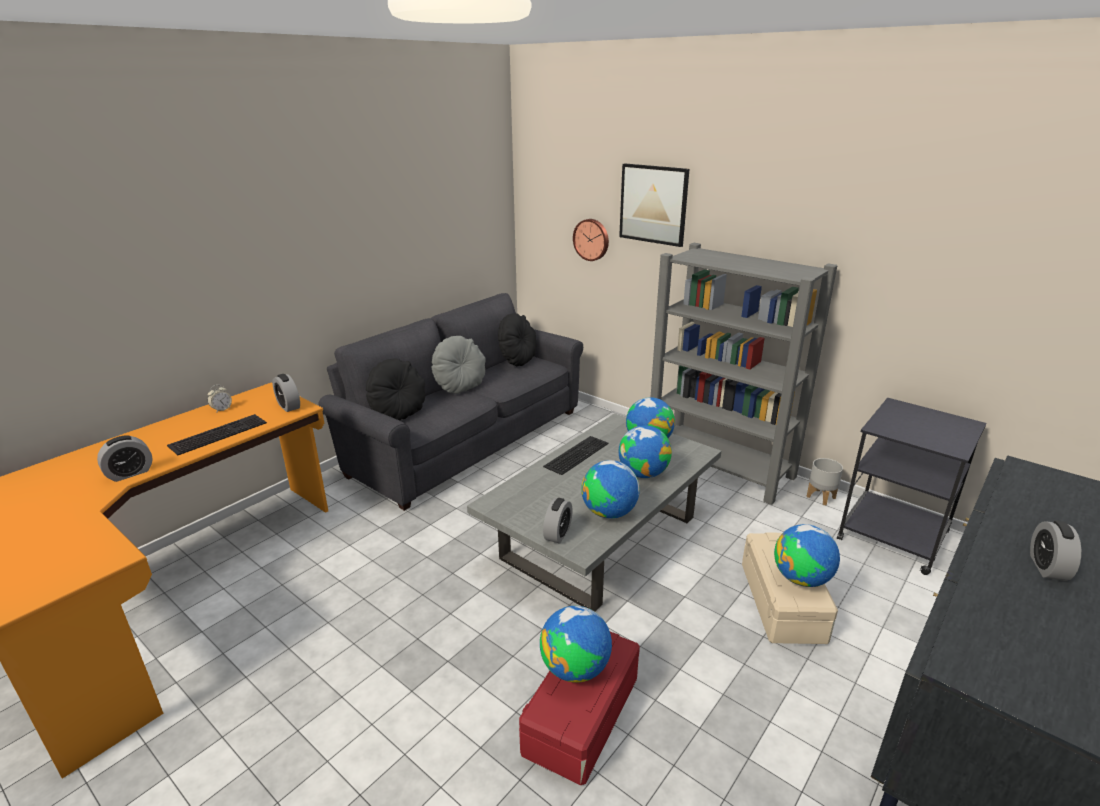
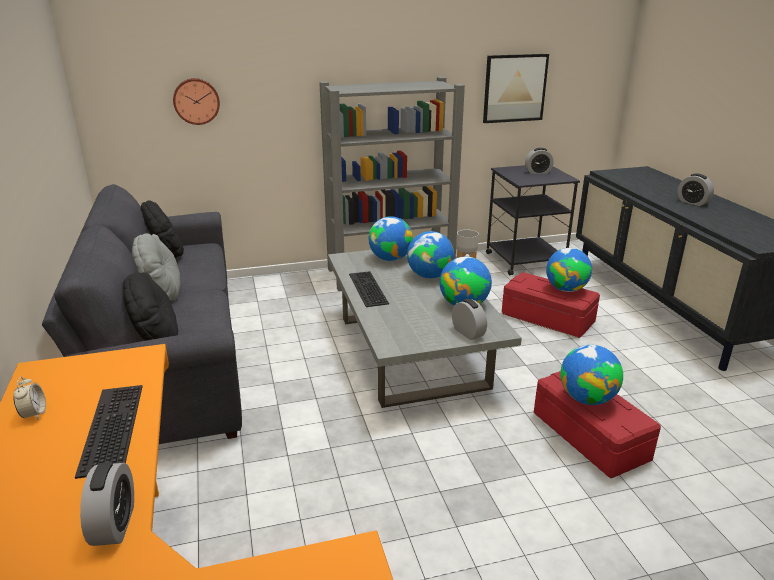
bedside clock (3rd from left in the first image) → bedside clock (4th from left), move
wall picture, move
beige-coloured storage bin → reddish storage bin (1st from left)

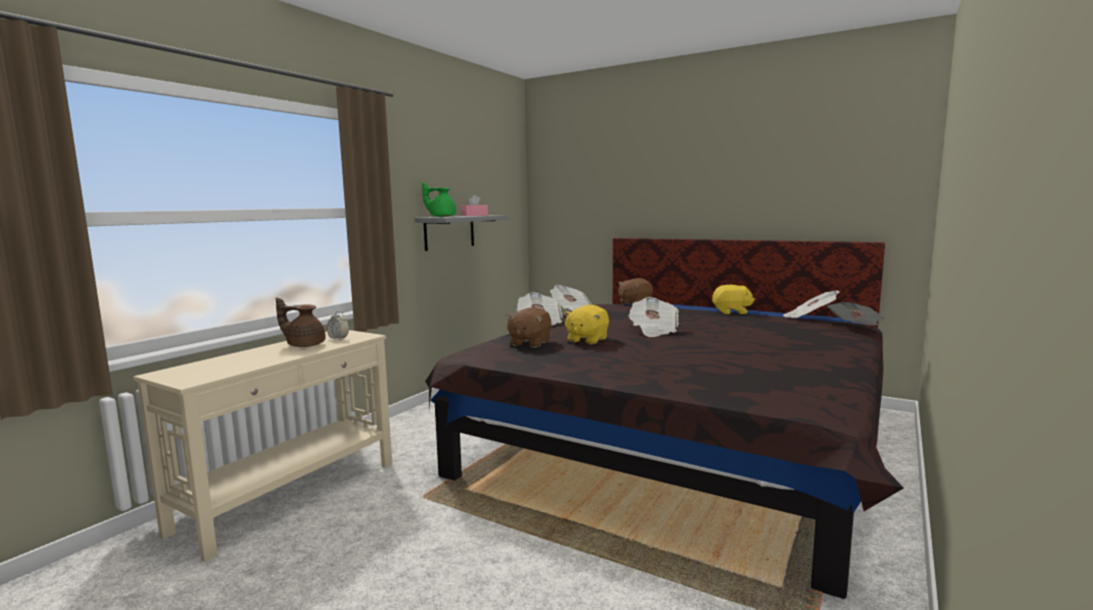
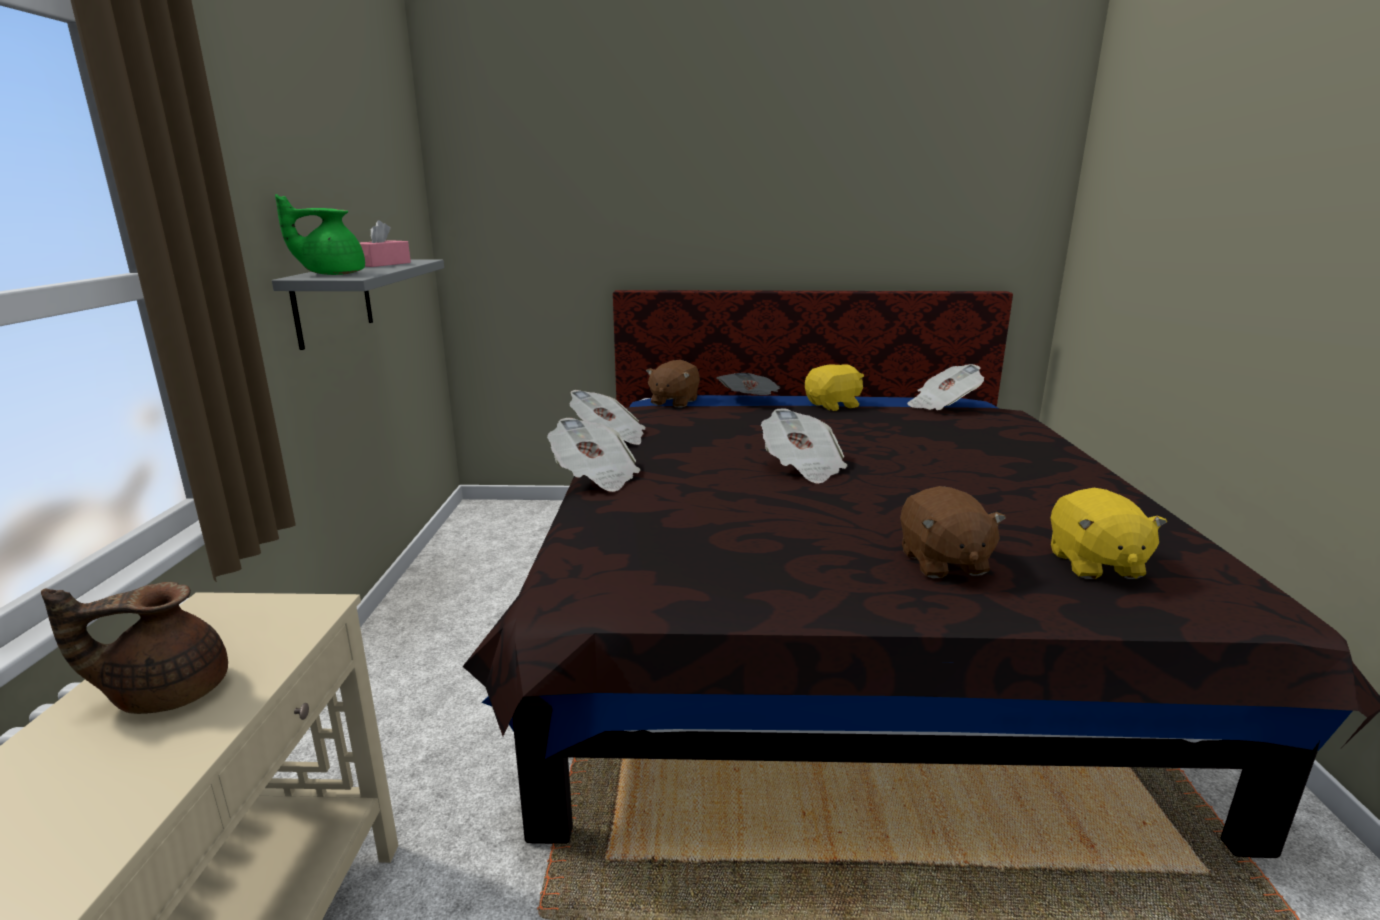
bedside clock → -
brown plush toy (1st from left in the first image) → brown plush toy (2nd from left), move
yellow plush toy (1st from left in the first image) → yellow plush toy (2nd from left), move
printed paper (5th from left in the first image) → printed paper (3rd from left), move

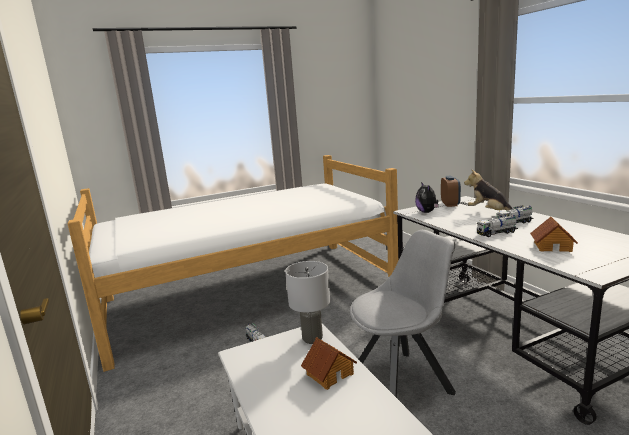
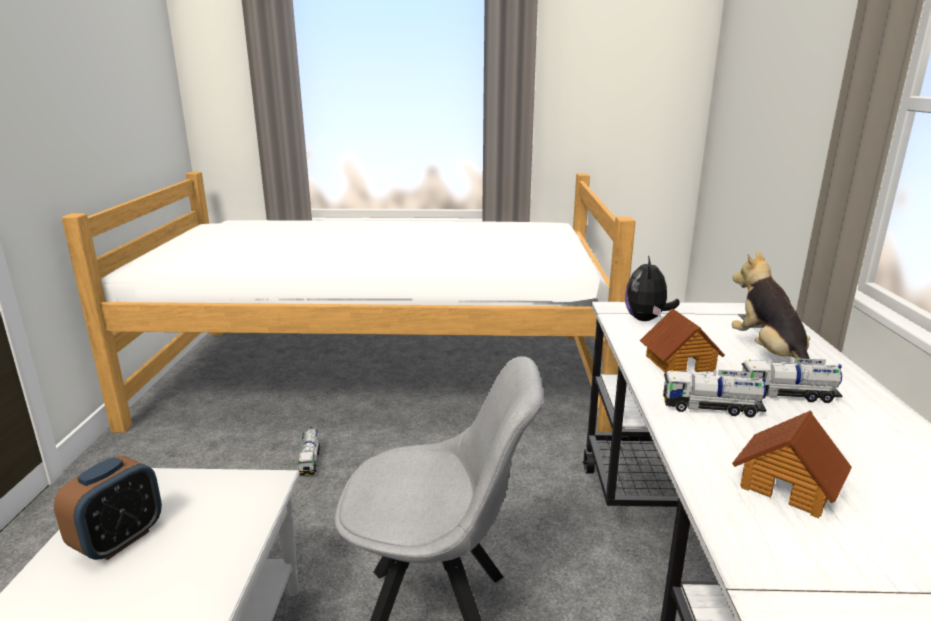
white-coloured tabletop lamp → -
toy house (1st from left), move
bedside clock, move

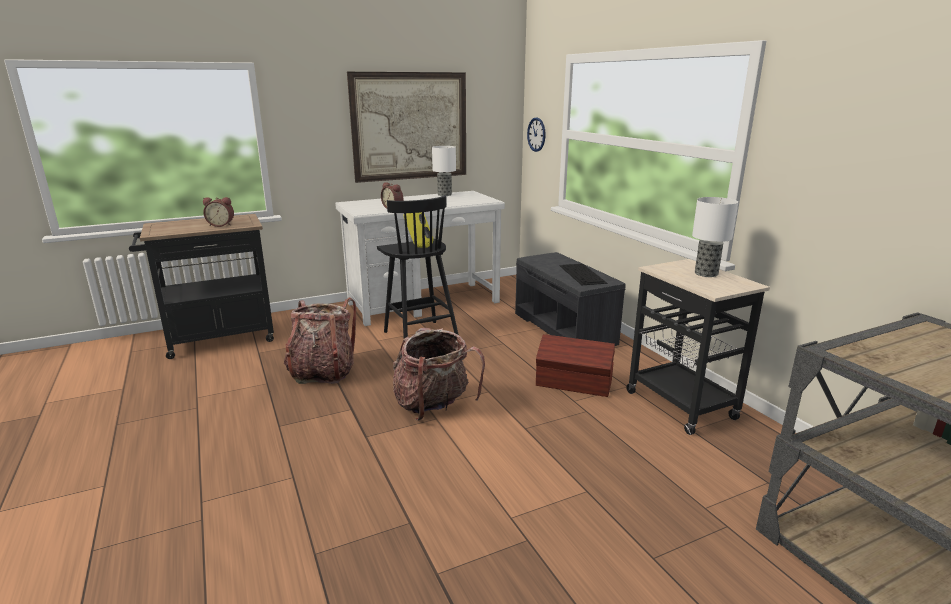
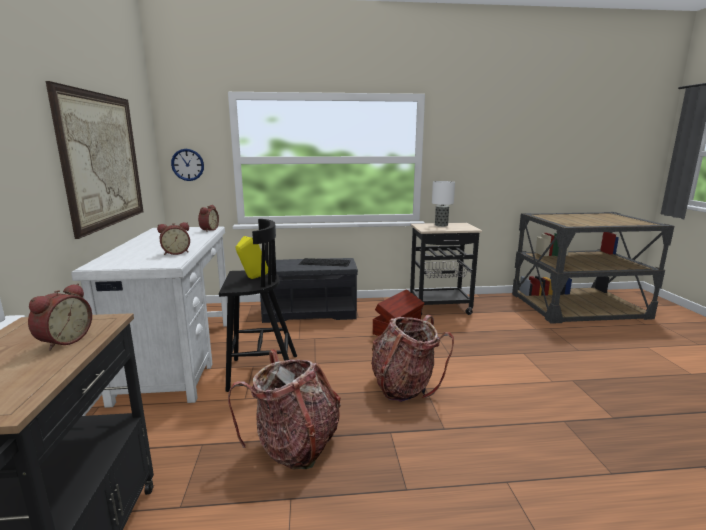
tabletop lamp (1st from left) → -
- → bedside clock (3rd from left)

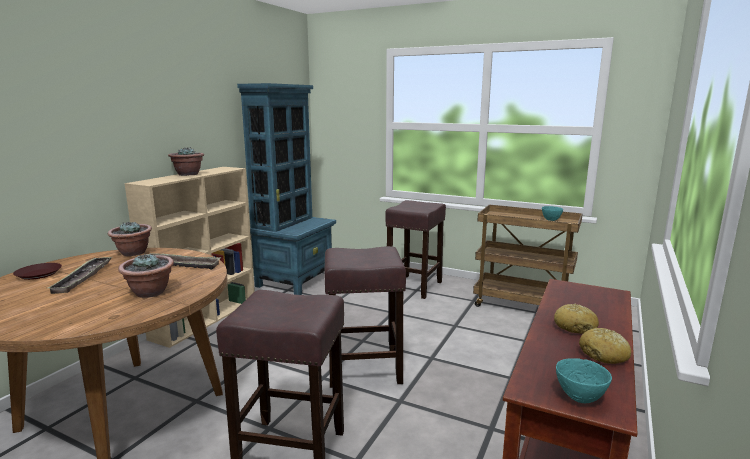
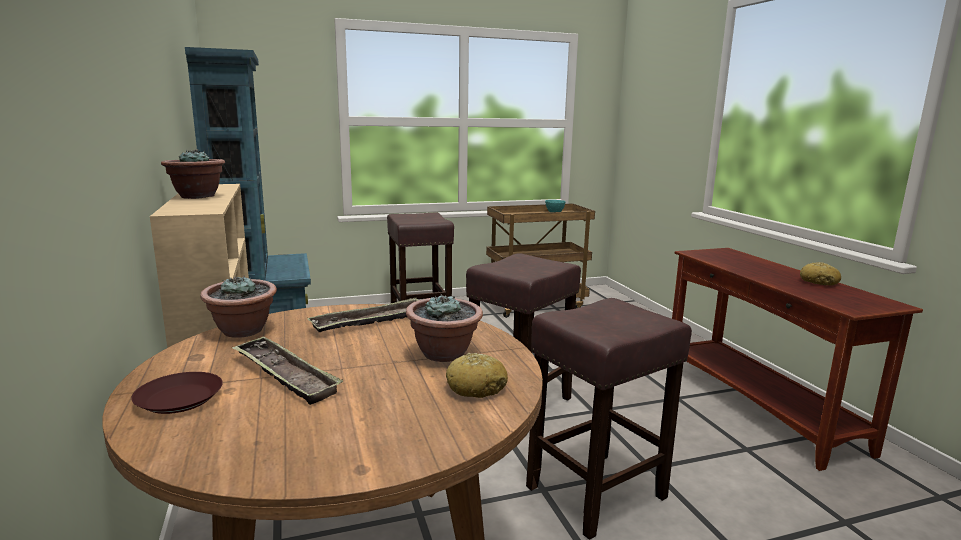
blue-green deep dish (2nd from left) → -
bakery bread (1st from left), move

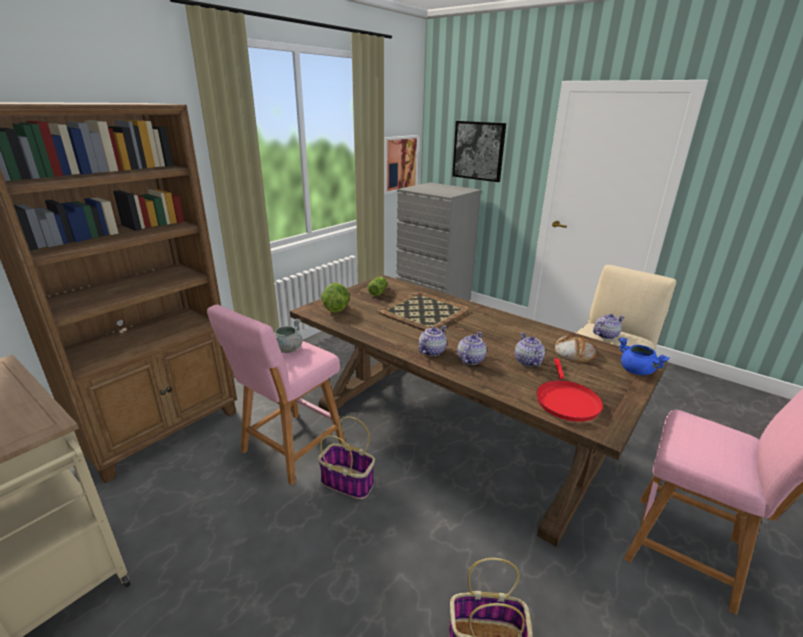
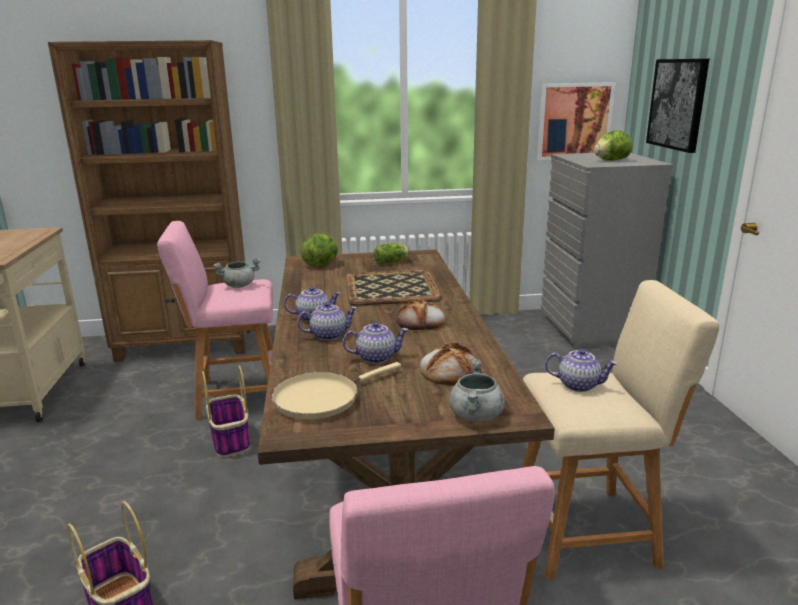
- → bakery bread (1st from left)
- → lettuce (3rd from left)
reddish frying pan → beige-coloured frying pan
blue saucepot → grey saucepot (2nd from left)
pot for tea (3rd from left), 45 degrees clockwise

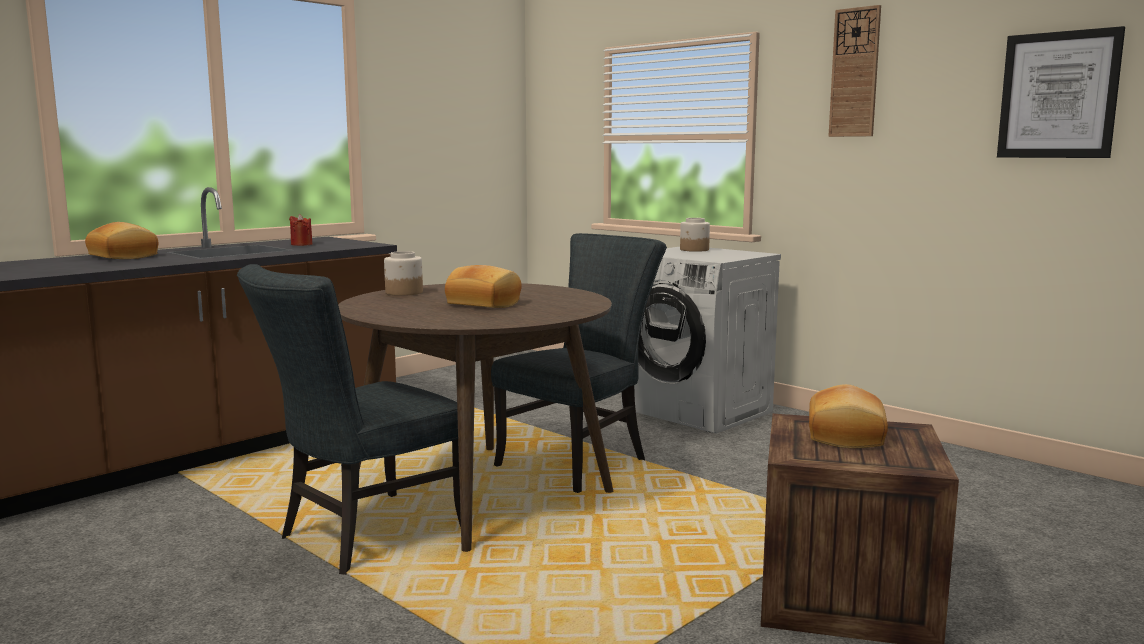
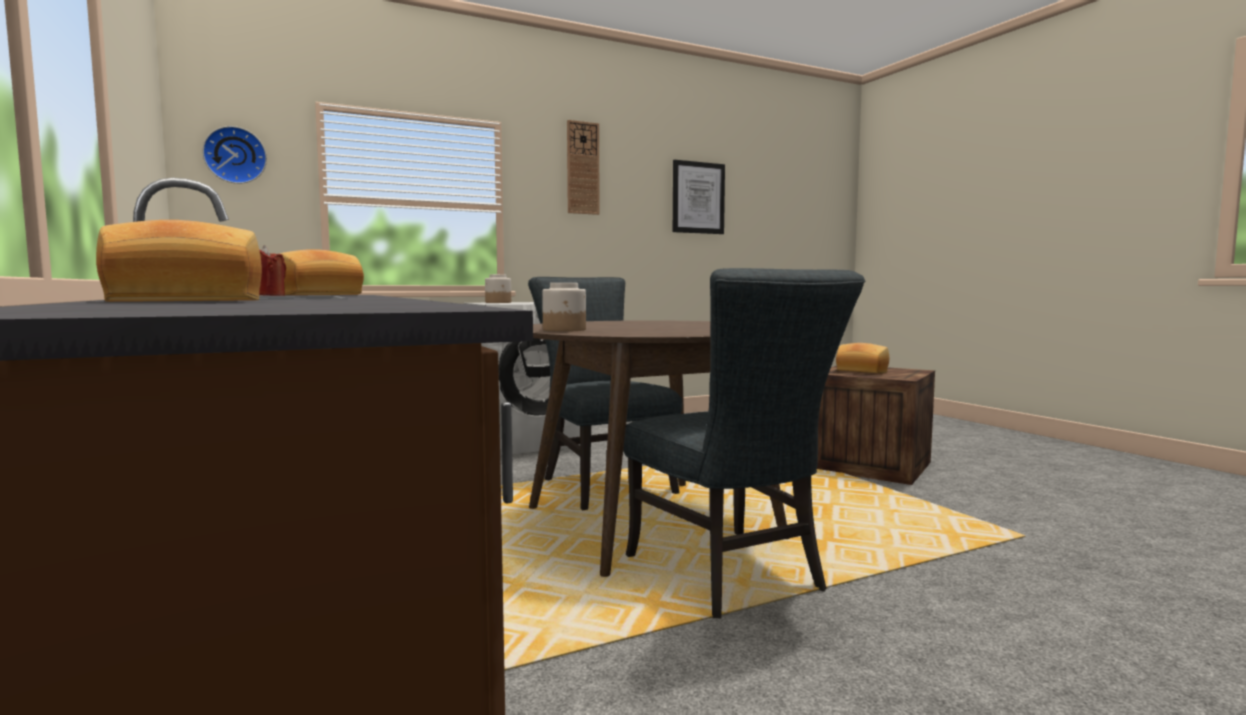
- → wall clock (1st from left)
bakery bread (2nd from left), move

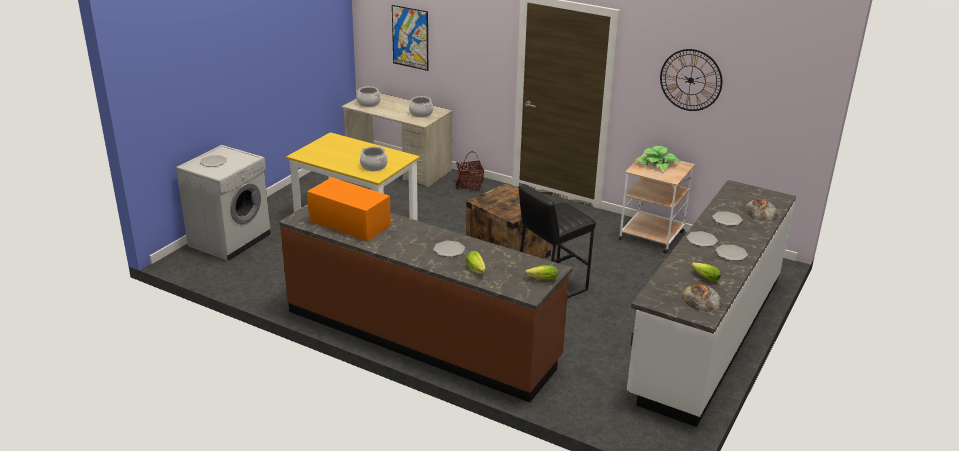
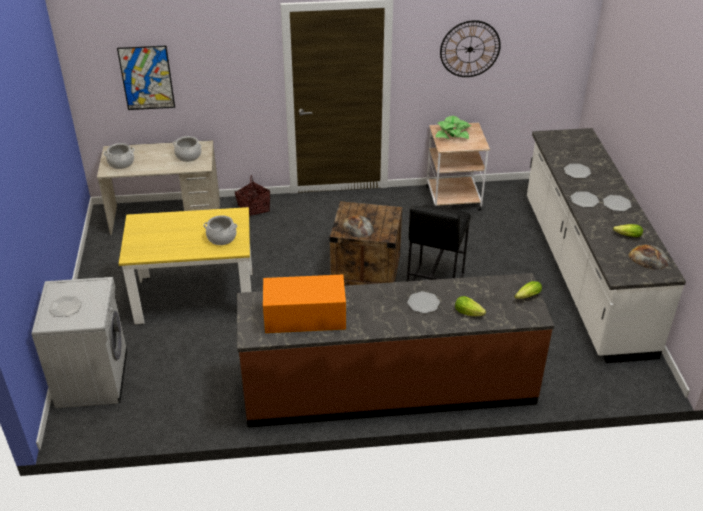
bakery bread (2nd from left in the first image) → bakery bread (1st from left), move

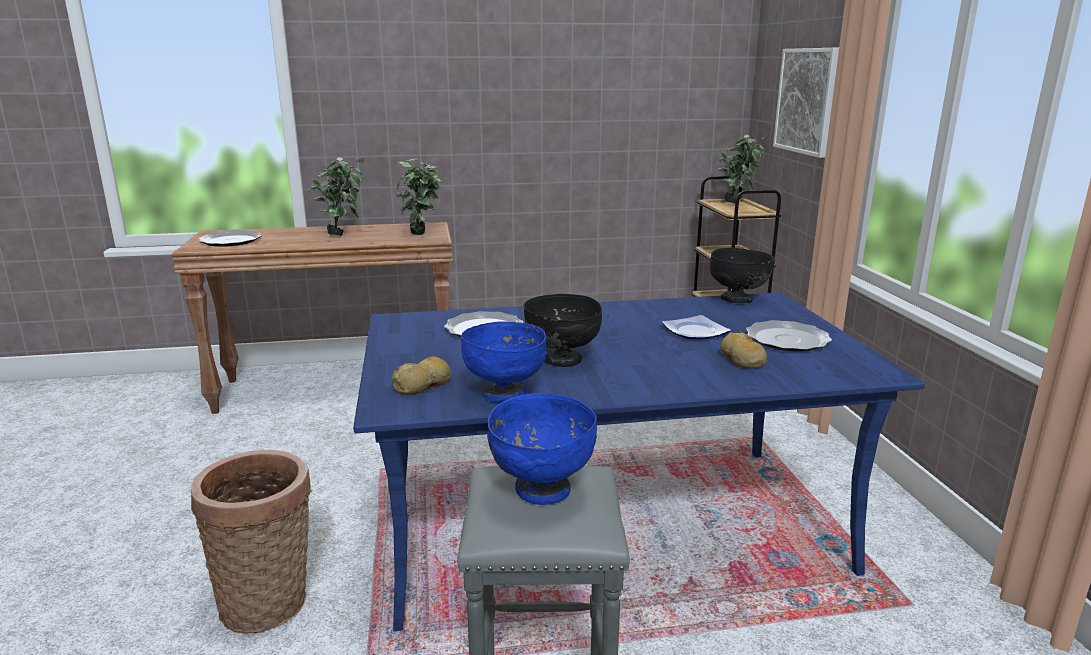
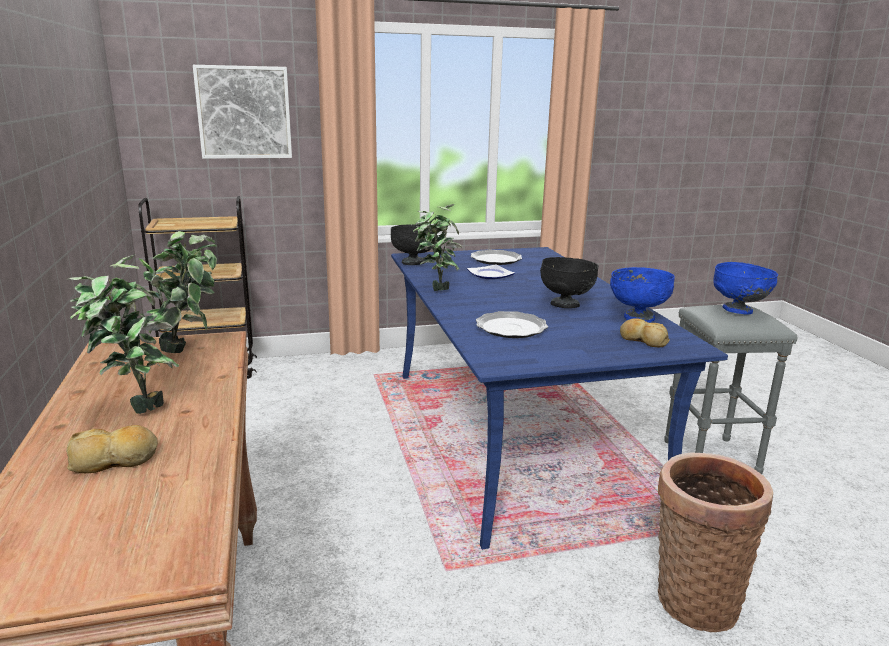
flat dish (1st from left) → -
potted plant (3rd from left), move
bakery bread (2nd from left in the first image) → bakery bread (1st from left), move

